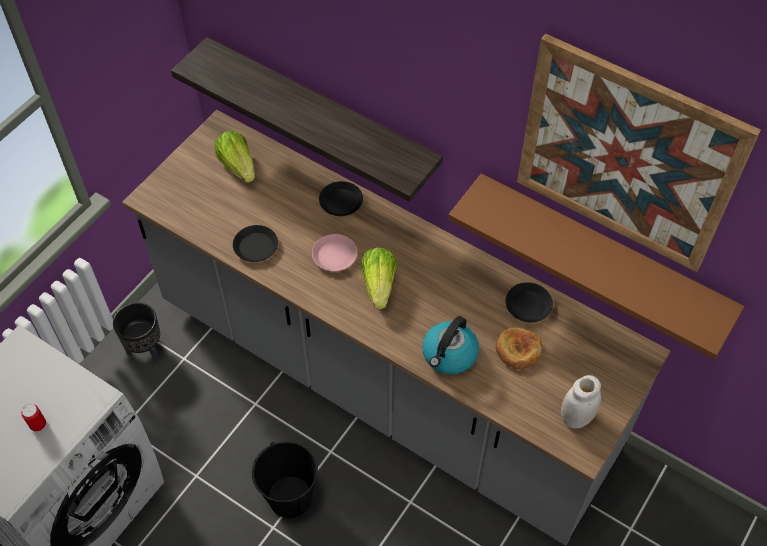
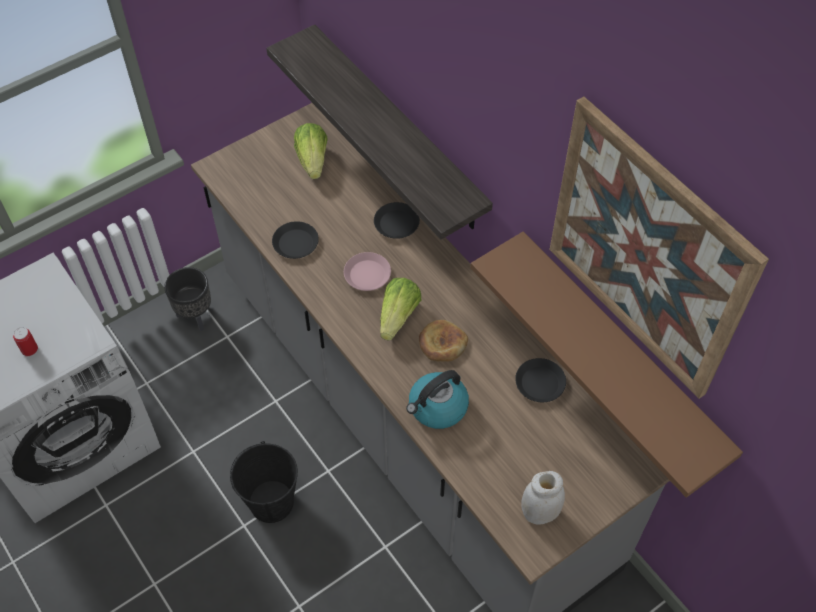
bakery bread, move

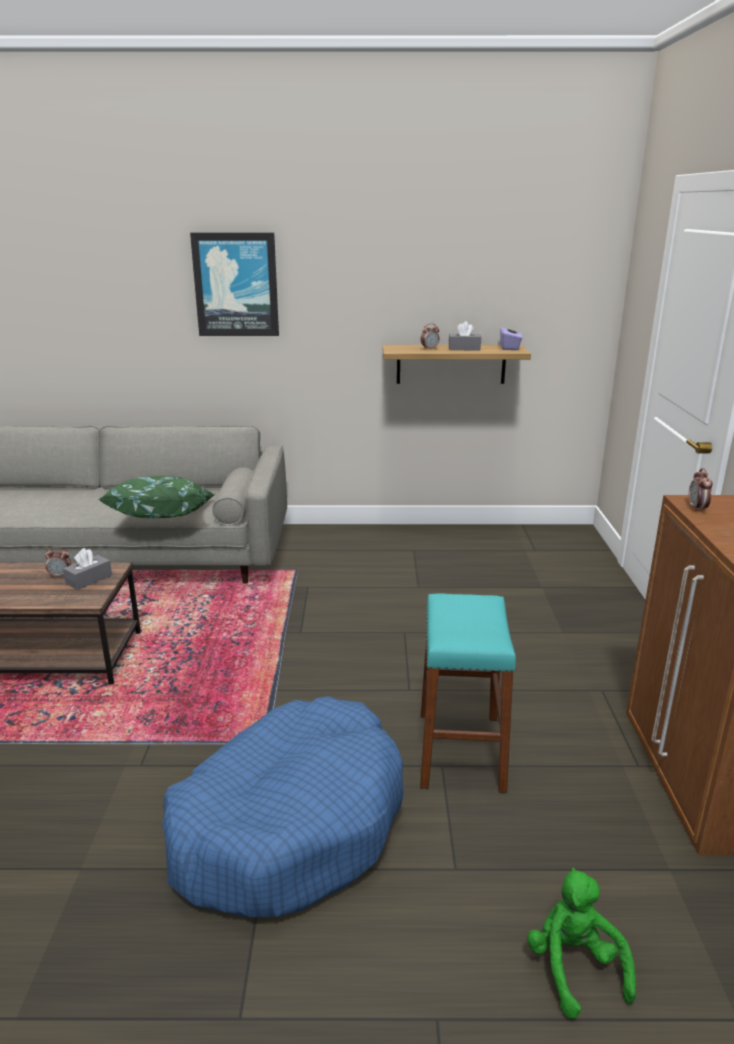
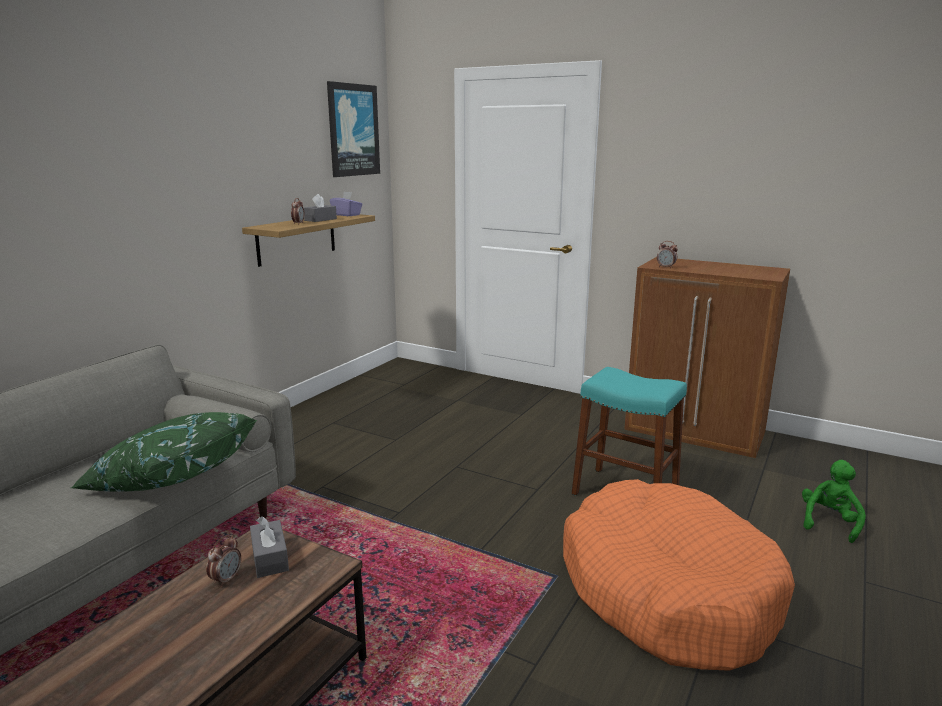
wall picture, move
blue pet bed → orange pet bed
greenish plush toy, 105 degrees clockwise

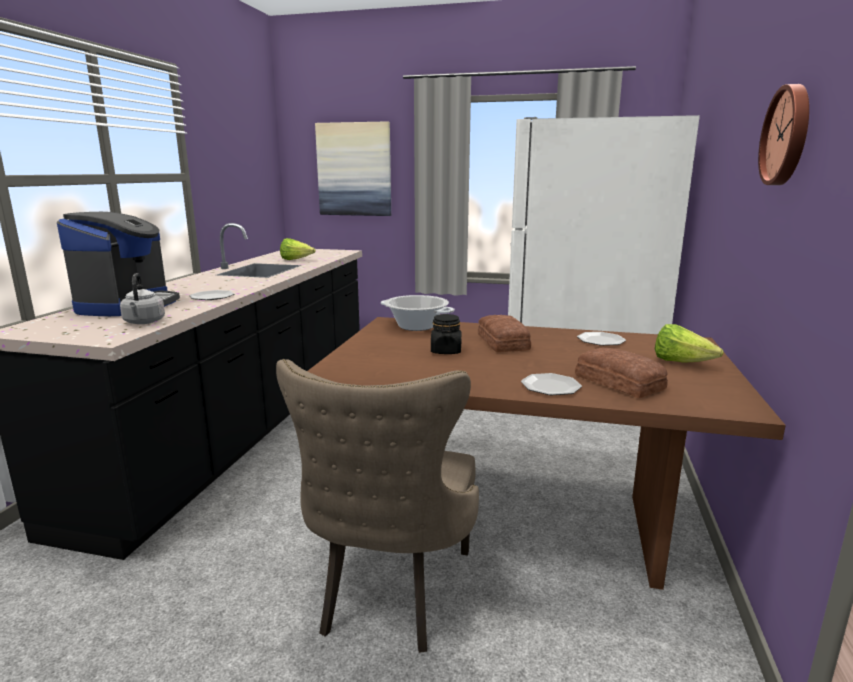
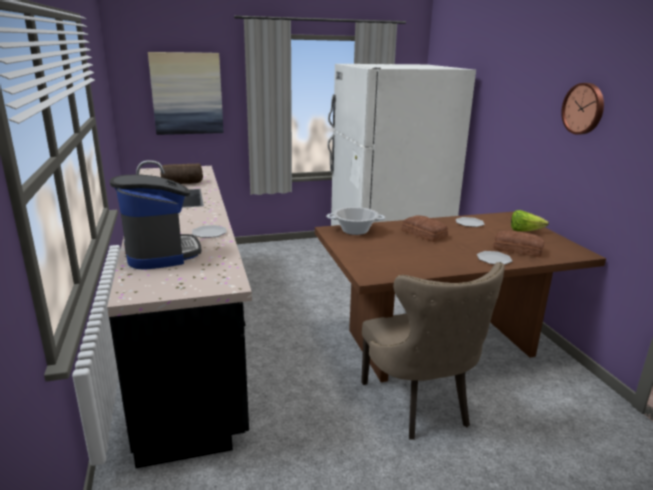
grey kettle → -
black storage jar → -
lettuce (1st from left) → bakery bread (1st from left)

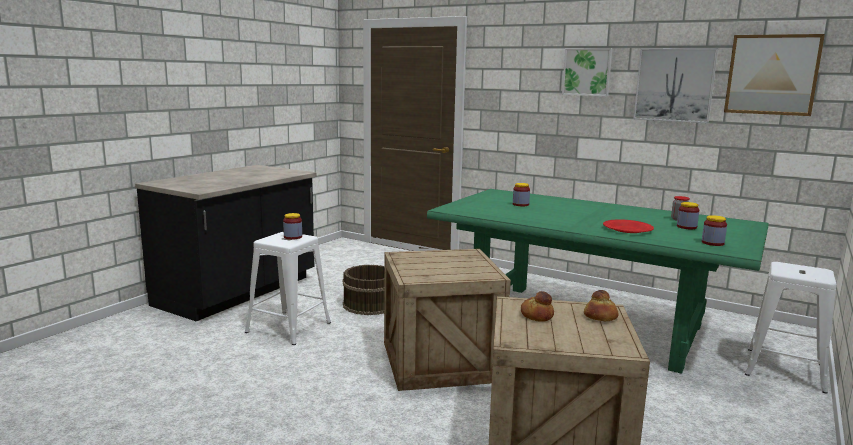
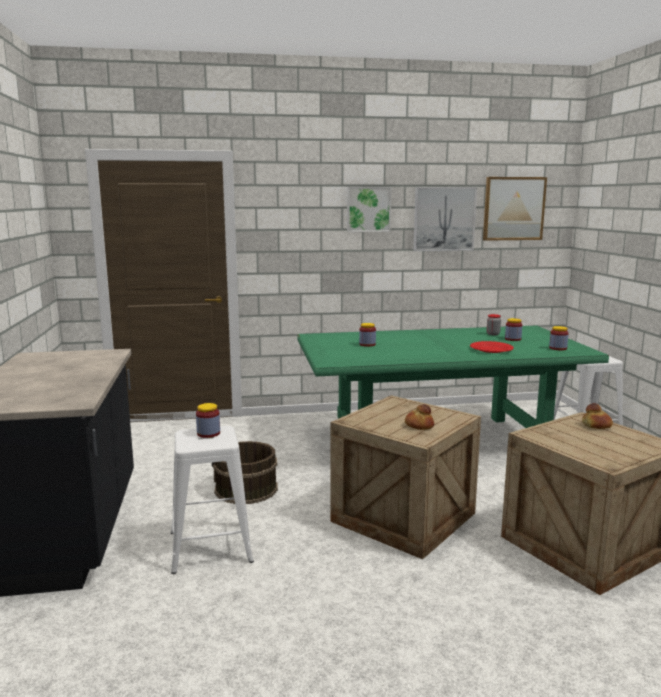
bakery bread (1st from left), move

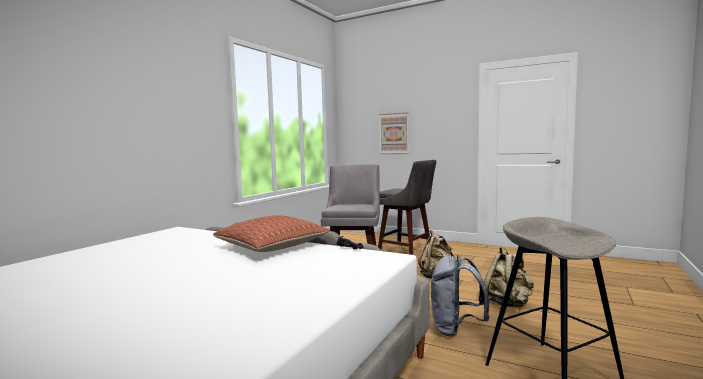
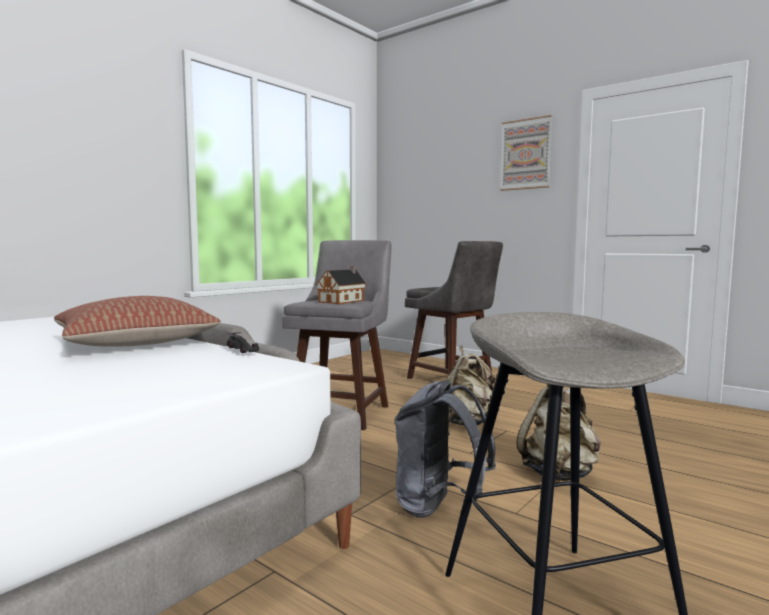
- → toy house
wall picture, move

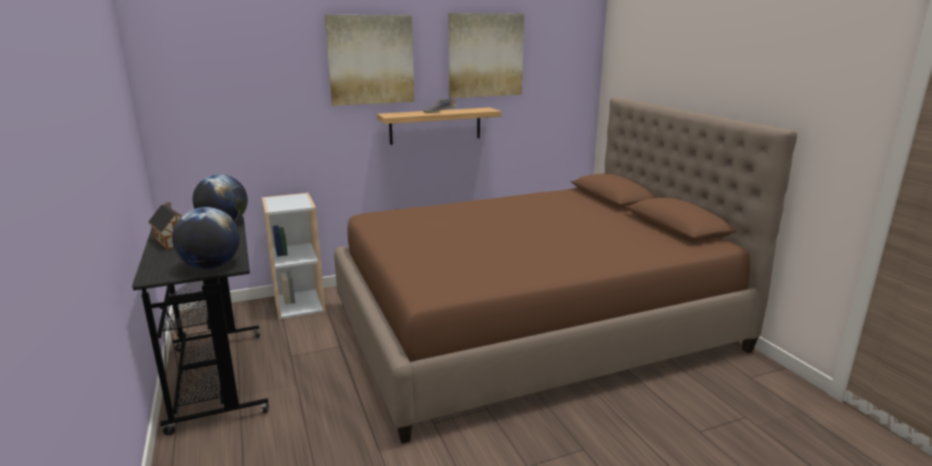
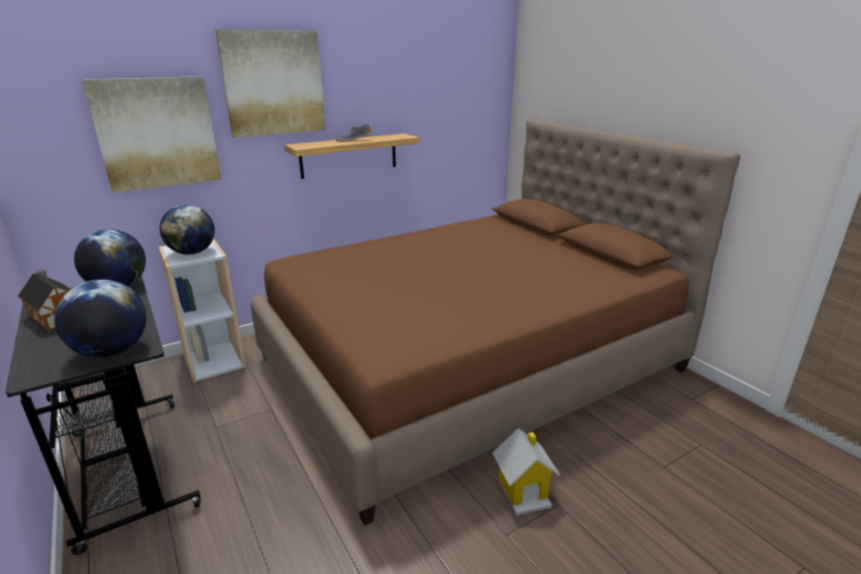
- → world globe (3rd from left)
- → toy house (2nd from left)
wall picture (2nd from left in the first image) → wall picture (1st from left), move

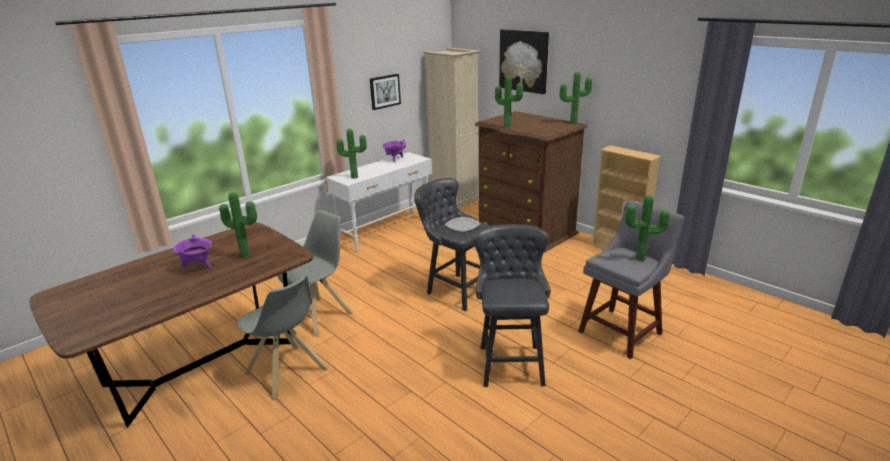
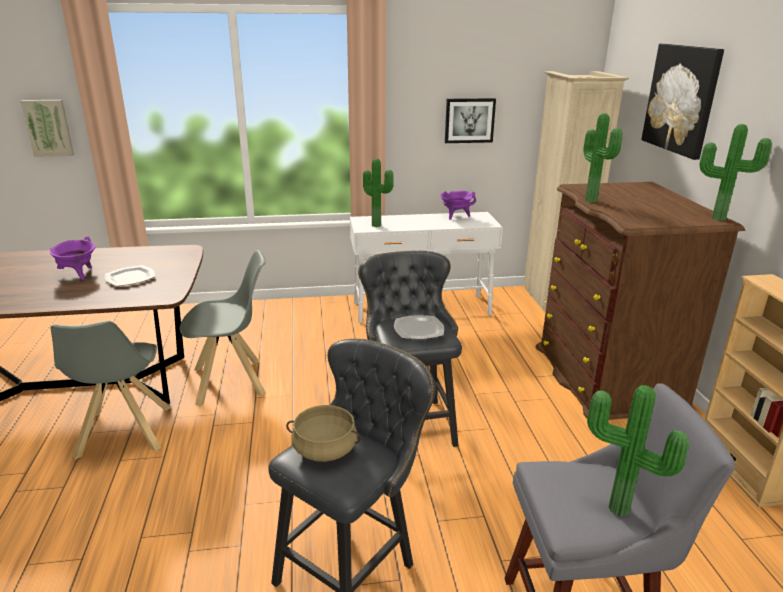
- → wall picture (1st from left)
- → beige-coloured saucepot
potted plant (1st from left) → flat dish (1st from left)

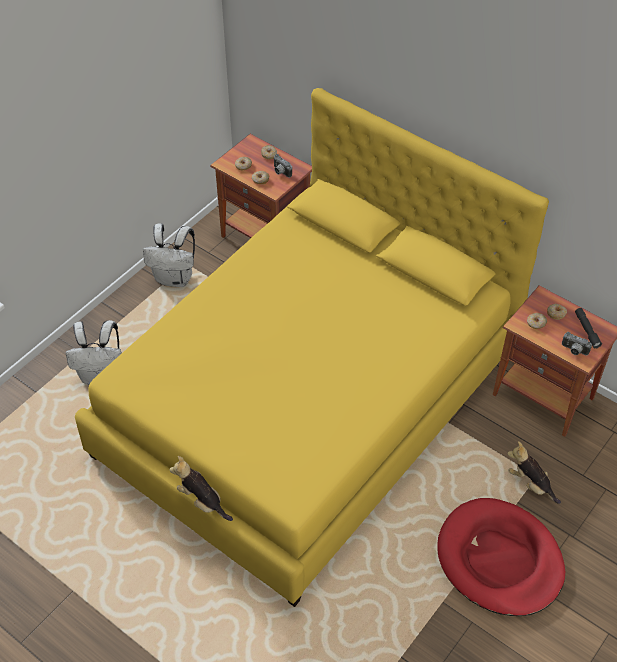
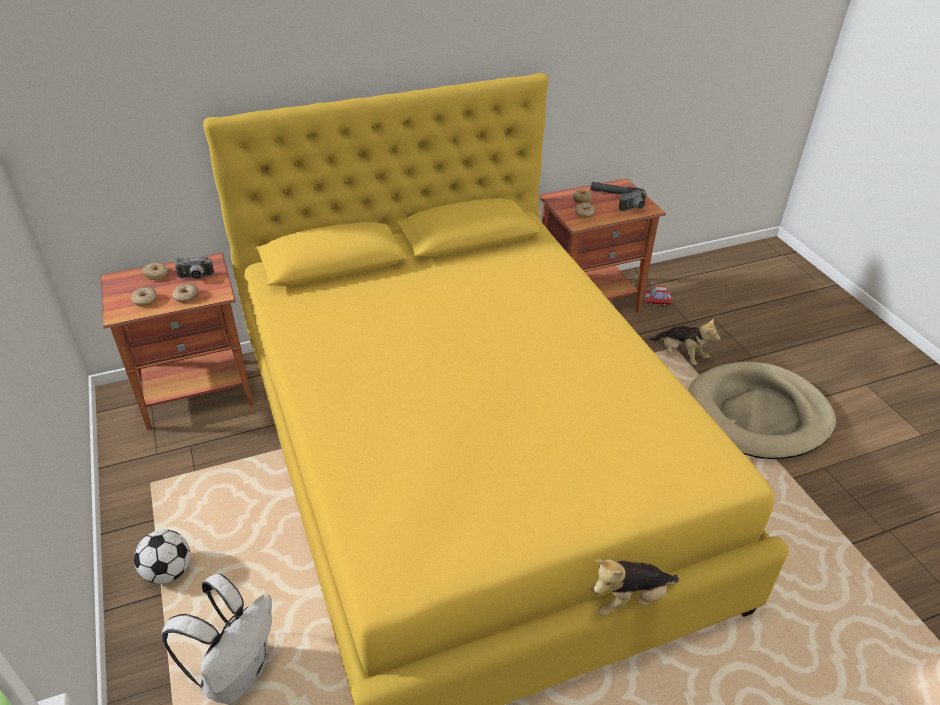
white-coloured knapsack (2nd from left) → -
- → ball for football
- → miniature car
reddish pet bed → beige-coloured pet bed
plush toy (2nd from left), 120 degrees counterclockwise

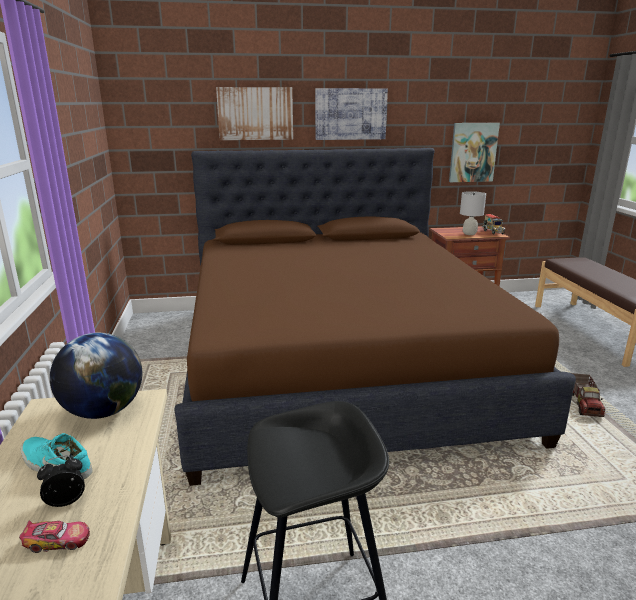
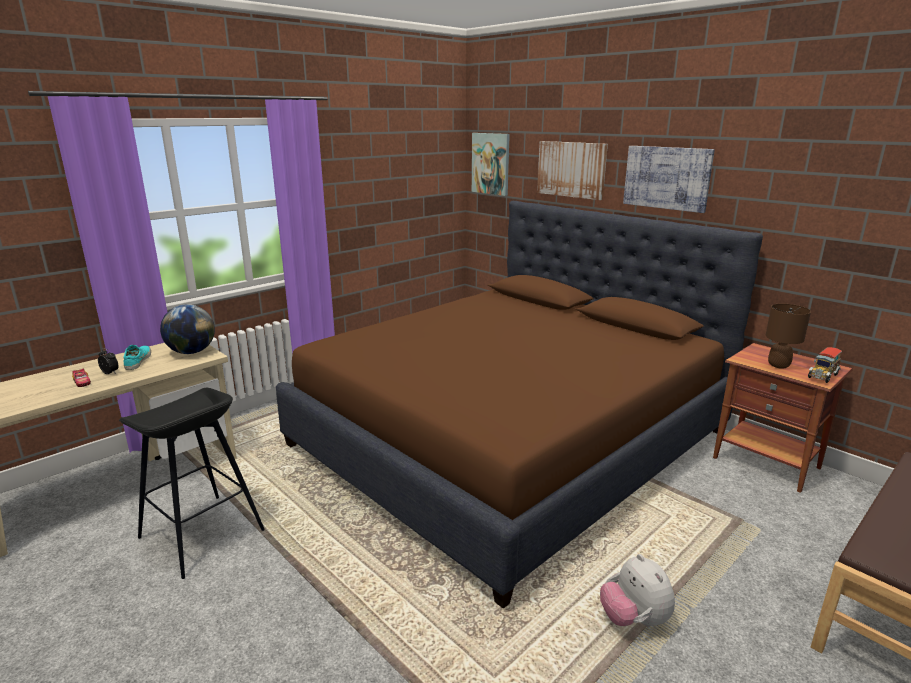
wall picture (3rd from left in the first image) → wall picture (1st from left), move
model truck (2nd from left) → plush toy
grey tabletop lamp → brown tabletop lamp

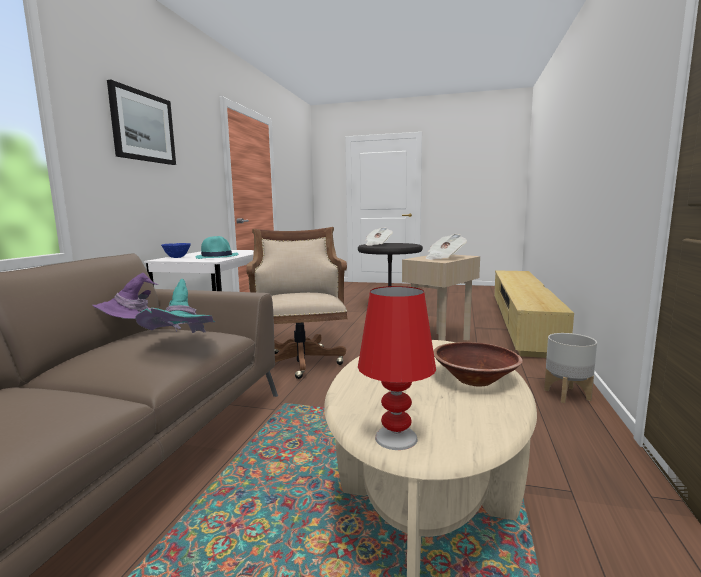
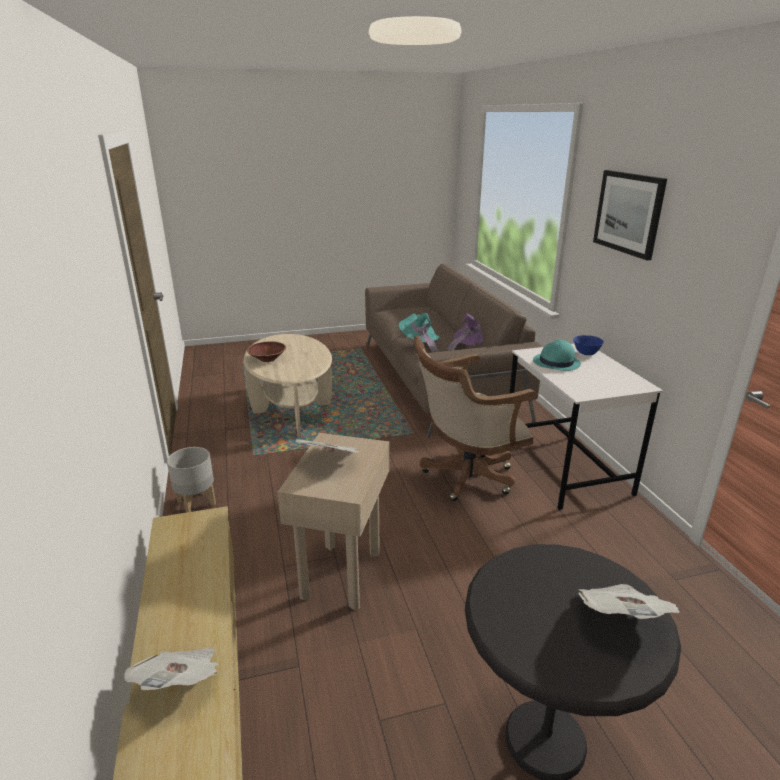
reddish tabletop lamp → -
- → printed paper (1st from left)
desk chair, 105 degrees clockwise

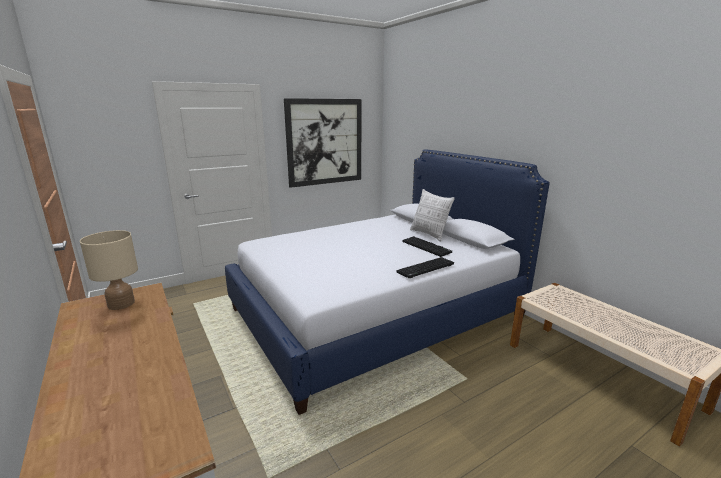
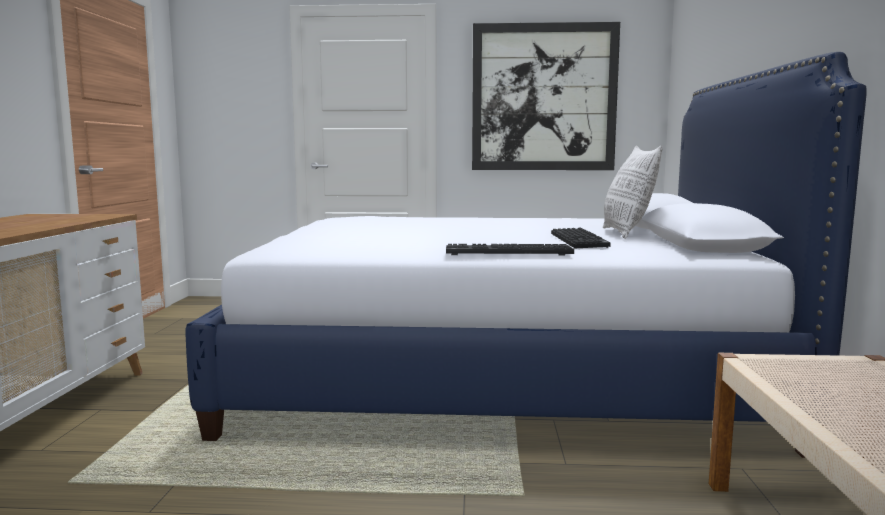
beige-coloured tabletop lamp → -

